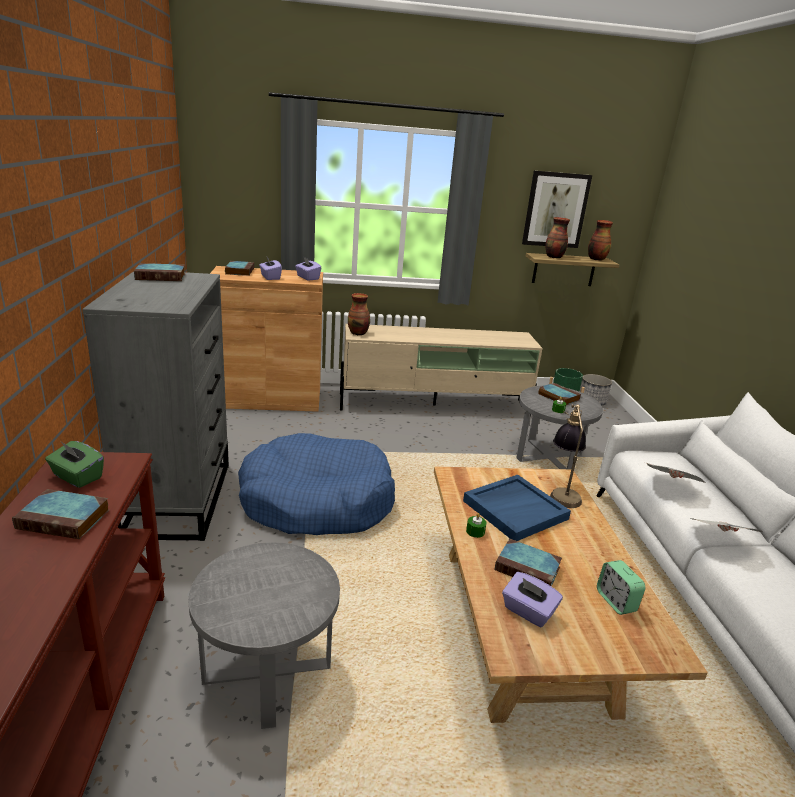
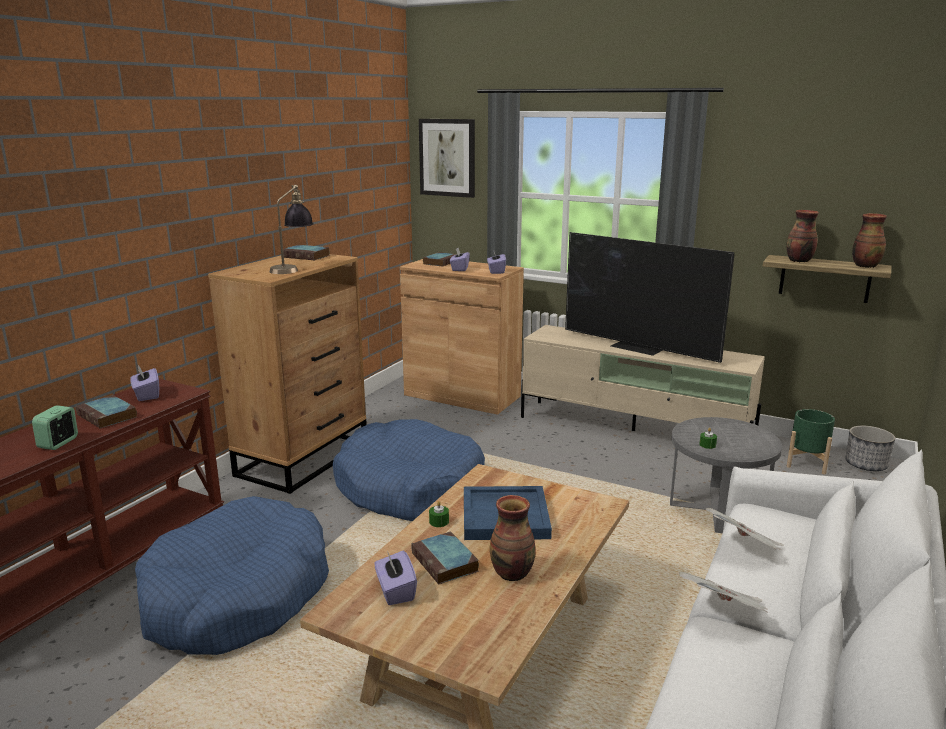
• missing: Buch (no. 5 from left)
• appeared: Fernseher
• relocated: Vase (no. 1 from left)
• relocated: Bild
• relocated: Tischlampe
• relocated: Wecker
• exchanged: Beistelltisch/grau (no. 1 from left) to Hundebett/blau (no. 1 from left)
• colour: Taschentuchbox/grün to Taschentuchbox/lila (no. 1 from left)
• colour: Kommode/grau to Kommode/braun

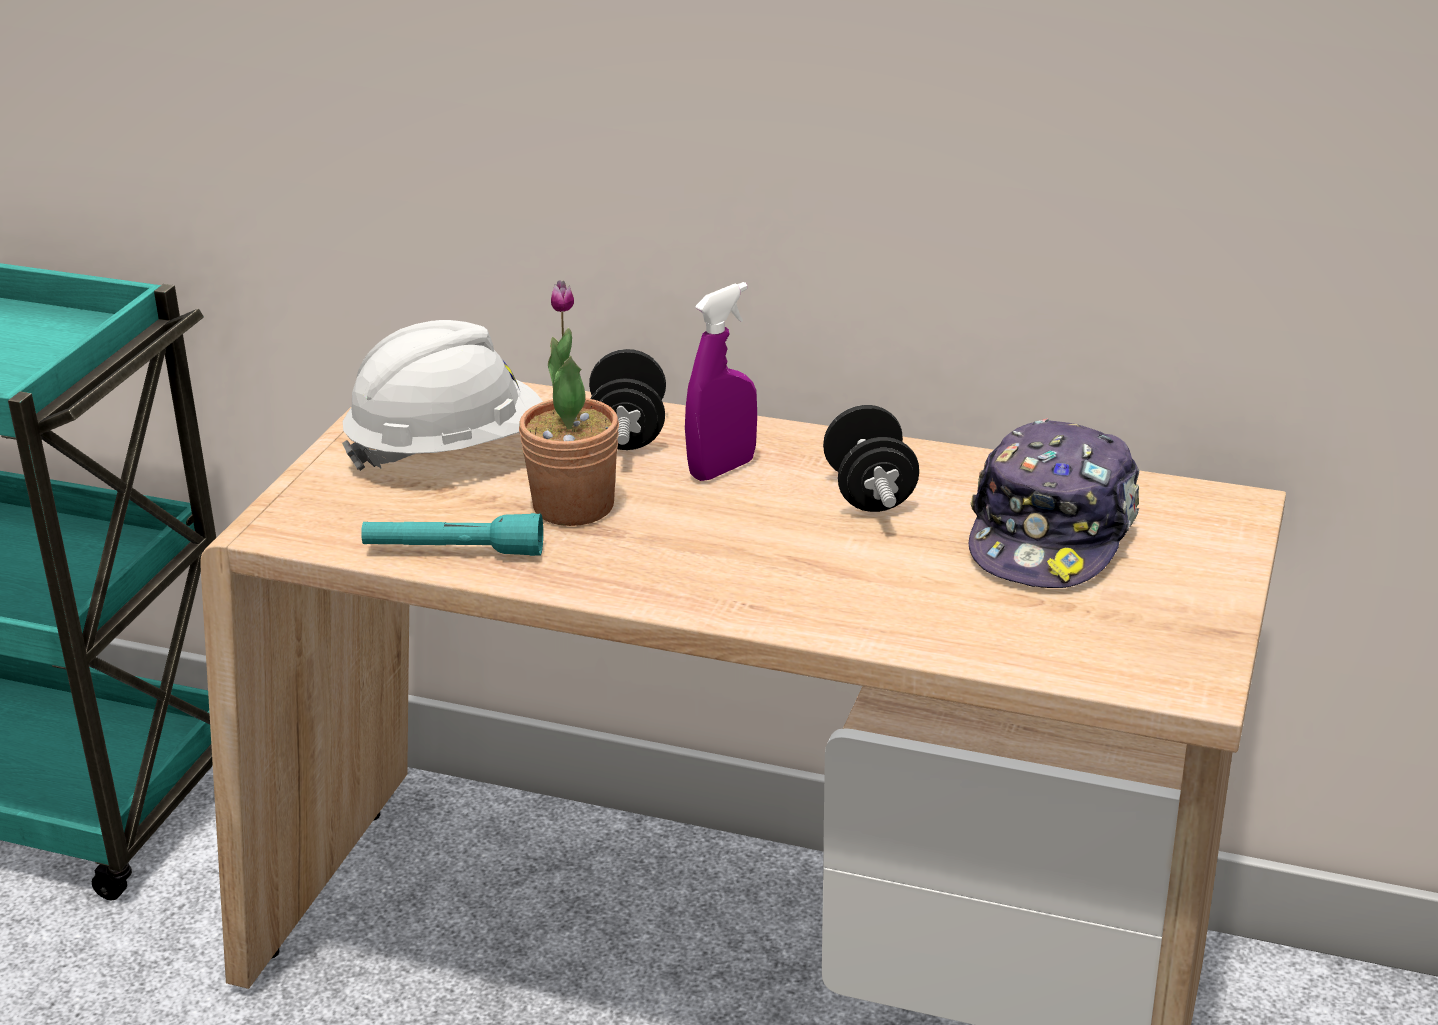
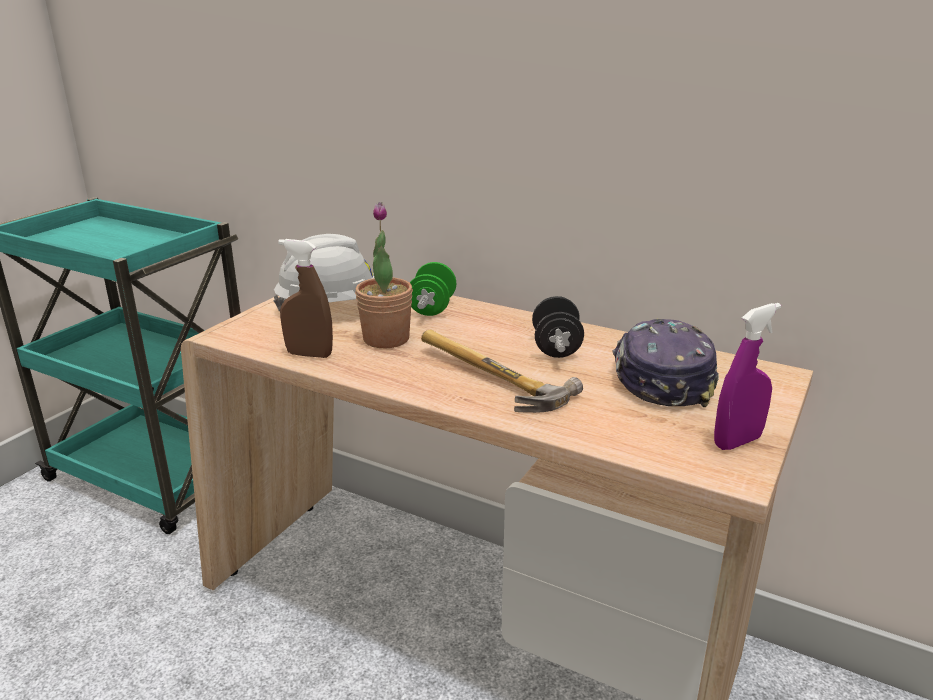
• appeared: Hammer
• relocated: Sprühflasche/lila
• exchanged: Taschenlampe/türkis to Sprühflasche/braun
• colour: Hantel/schwarz (no. 1 from left) to Hantel/grün
• spun: Kappe 150 degrees clockwise

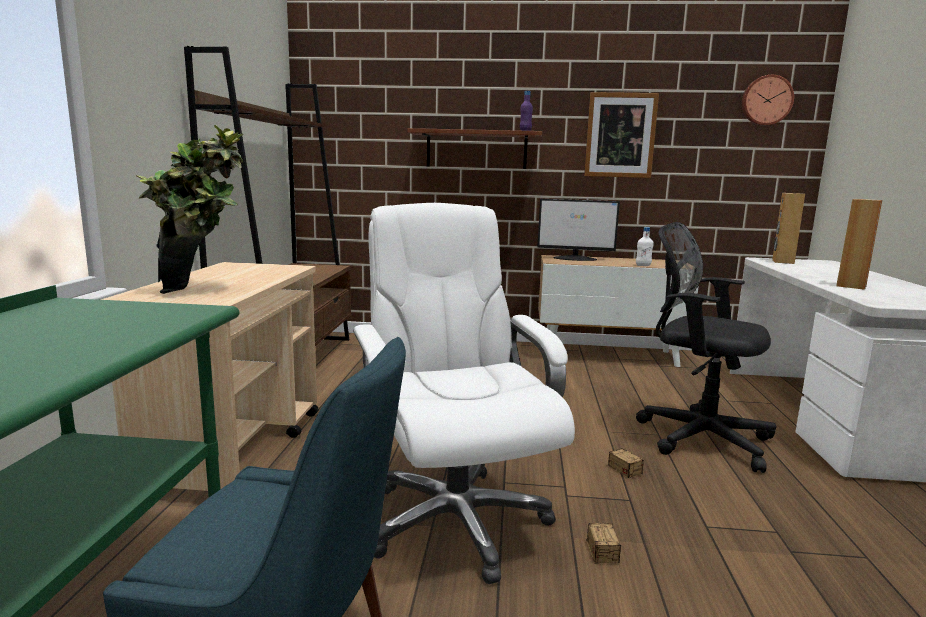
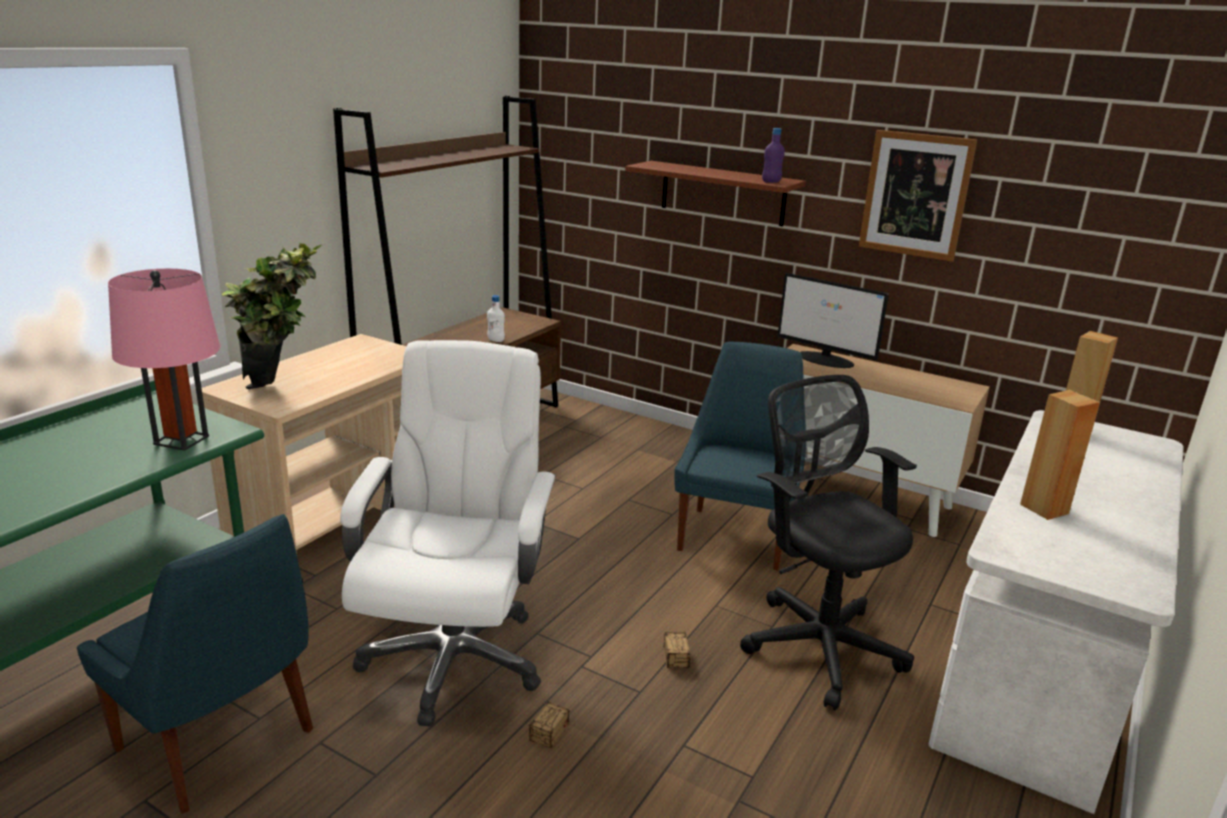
• missing: Wanduhr
• appeared: Tischlampe/rosa
• appeared: Stuhl/blau (no. 2 from left)
• relocated: Flasche/weiß

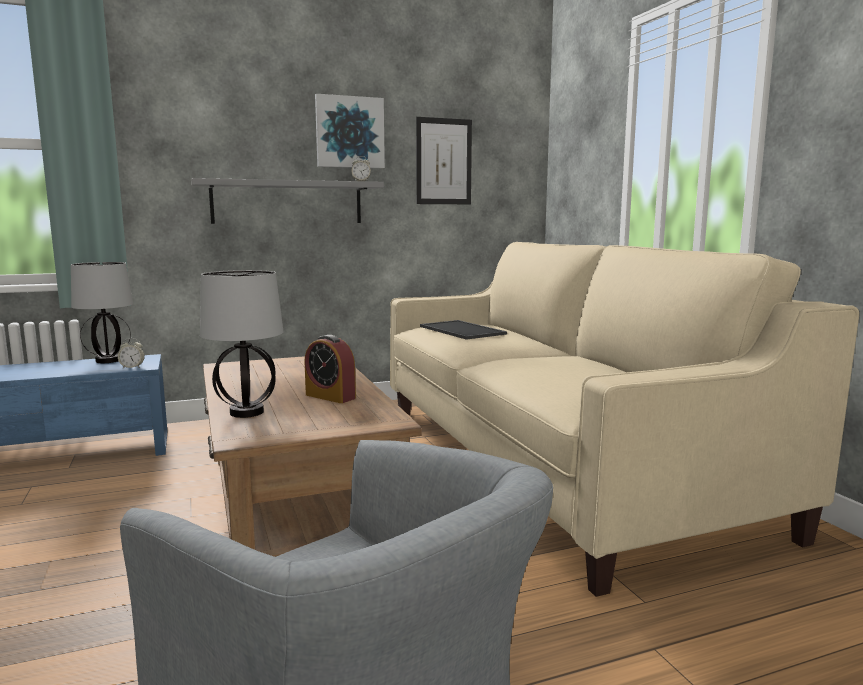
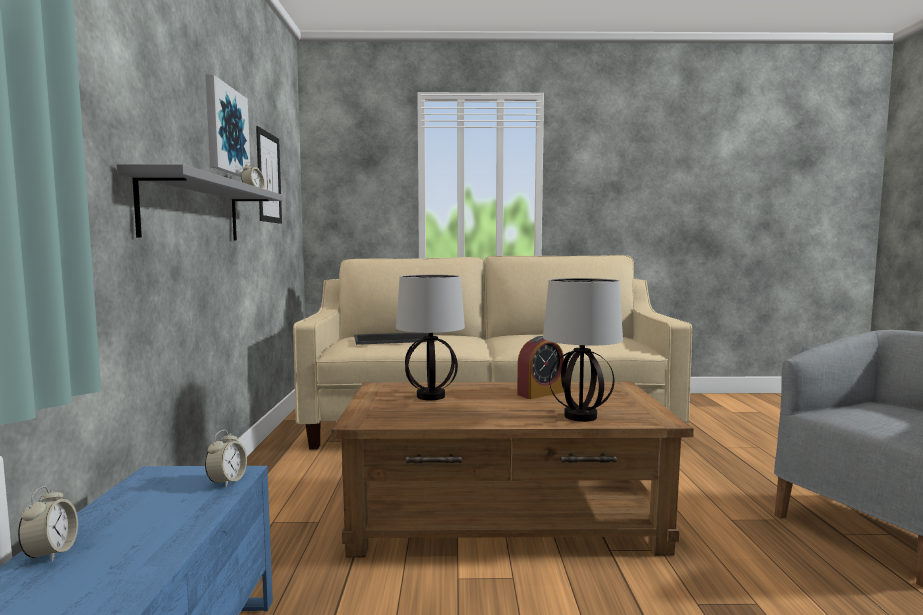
• appeared: Wecker (no. 1 from left)
• relocated: Tischlampe (no. 1 from left)

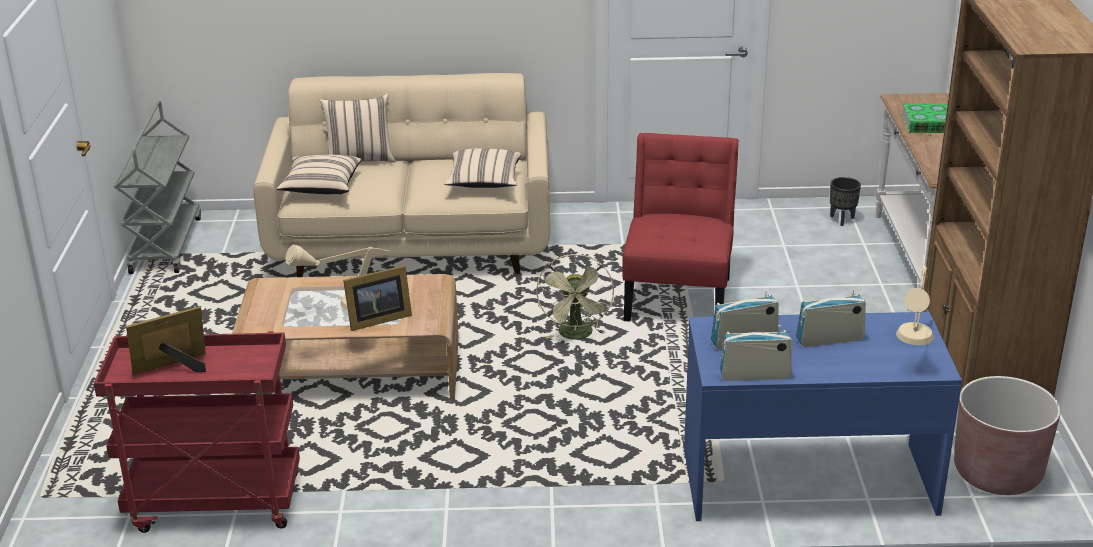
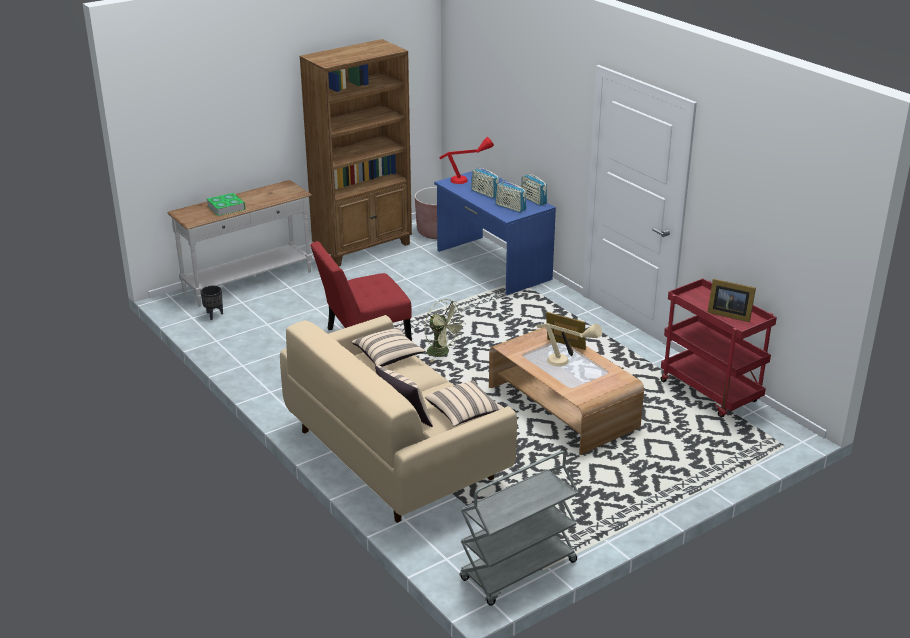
• colour: Tischlampe/beige (no. 2 from left) to Tischlampe/rot
• spun: Ventilator/grün 75 degrees clockwise

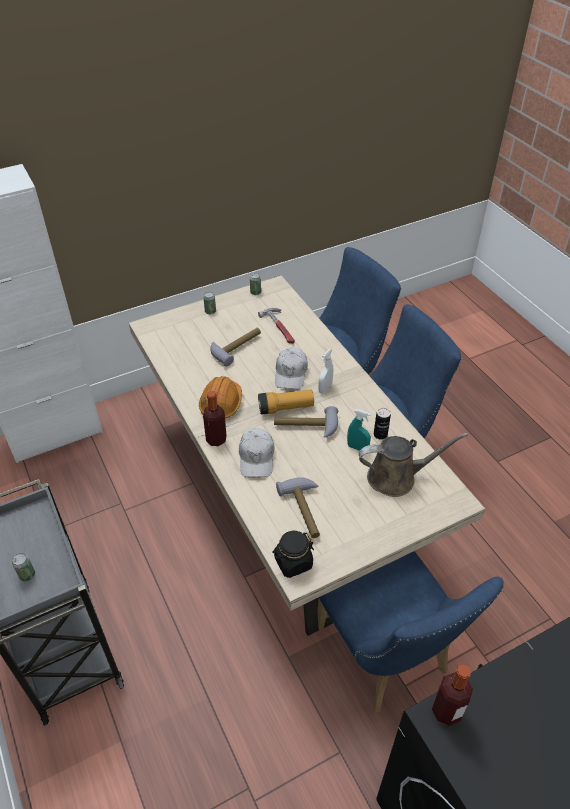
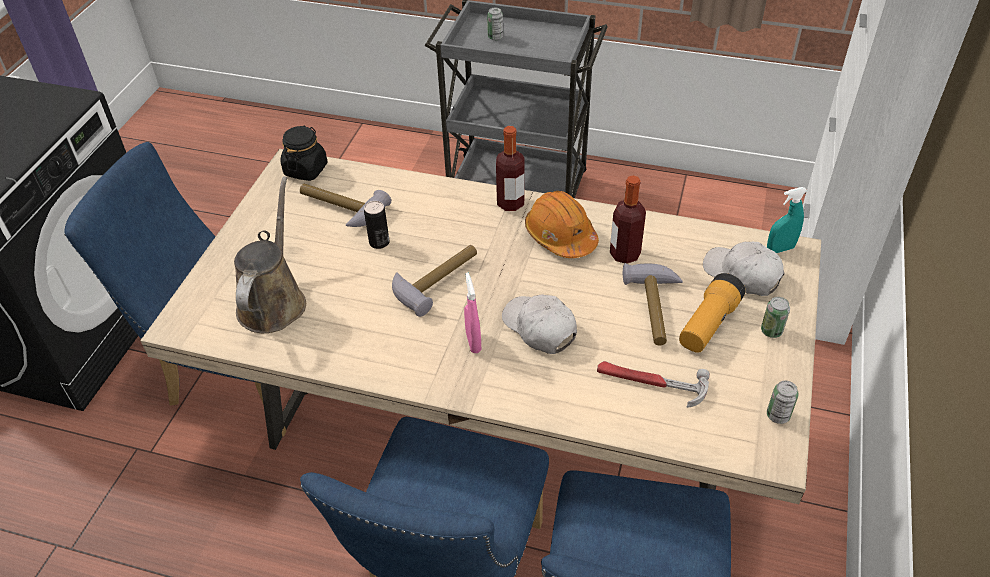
• relocated: Kappe/weiß (no. 1 from left in the first image) to Kappe/weiß (no. 2 from left)
• relocated: Taschenlampe
• relocated: Sprühflasche/türkis
• relocated: Dose (no. 4 from left in the first image) to Dose (no. 1 from left)
• relocated: Flasche (no. 2 from left)
• colour: Sprühflasche/weiß to Sprühflasche/rosa
• spun: Gießkanne/braun 150 degrees clockwise

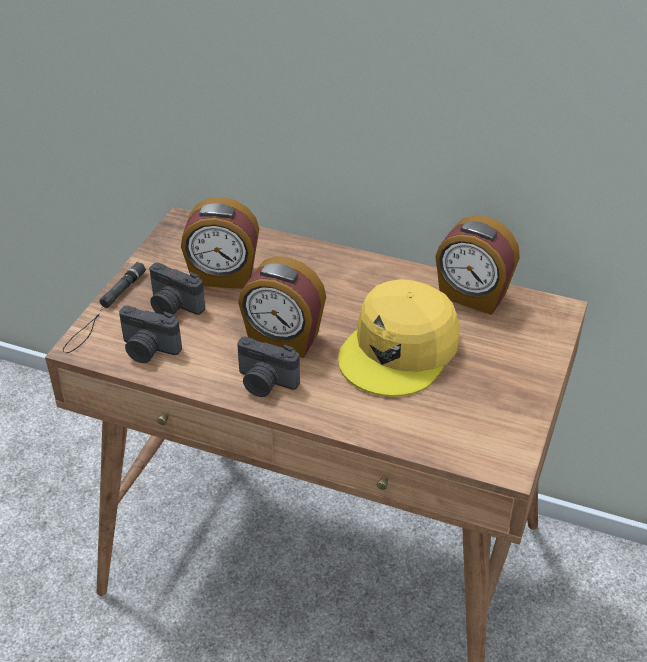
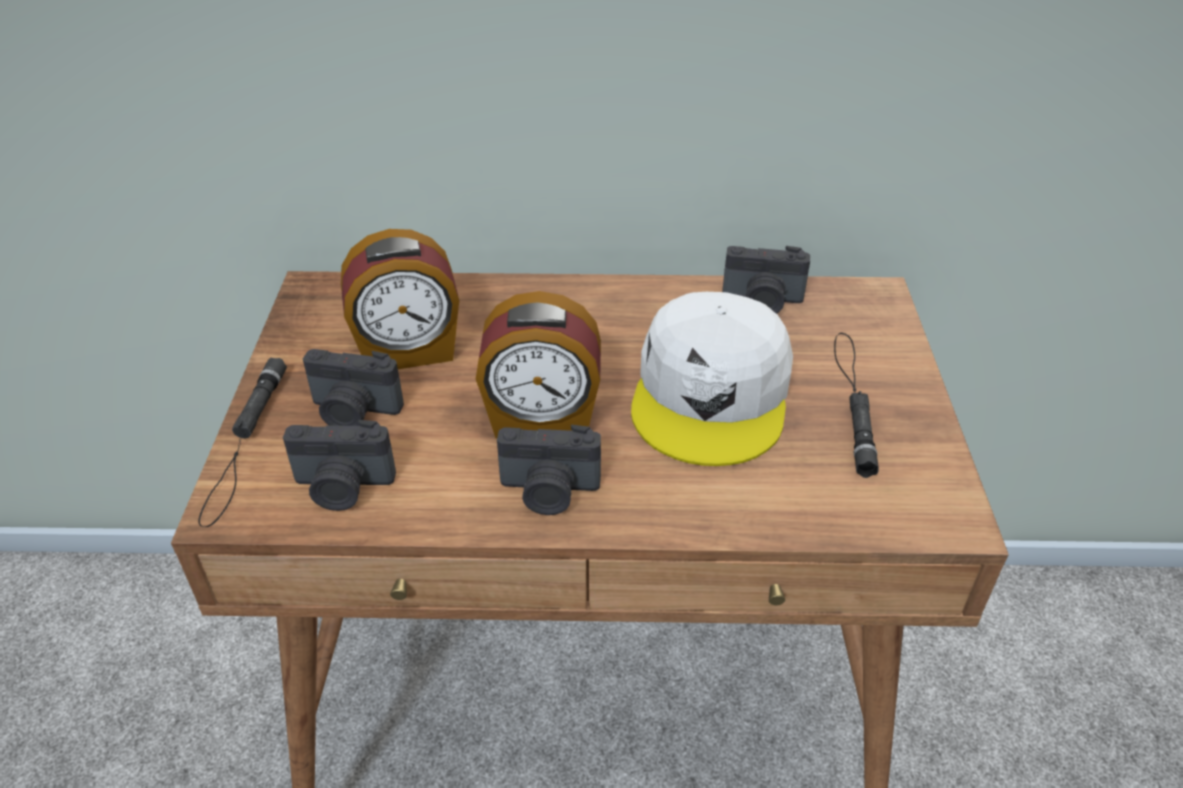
• appeared: Taschenlampe/schwarz (no. 2 from left)
• exchanged: Wecker (no. 3 from left) to Kamera (no. 4 from left)
• colour: Kappe/gelb to Kappe/weiß

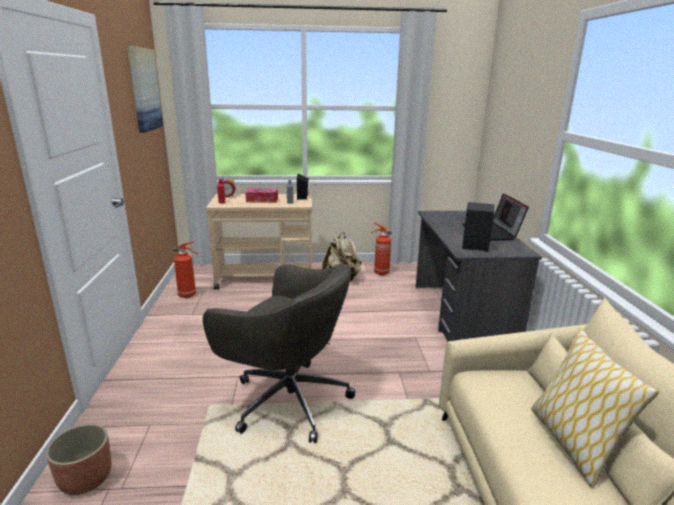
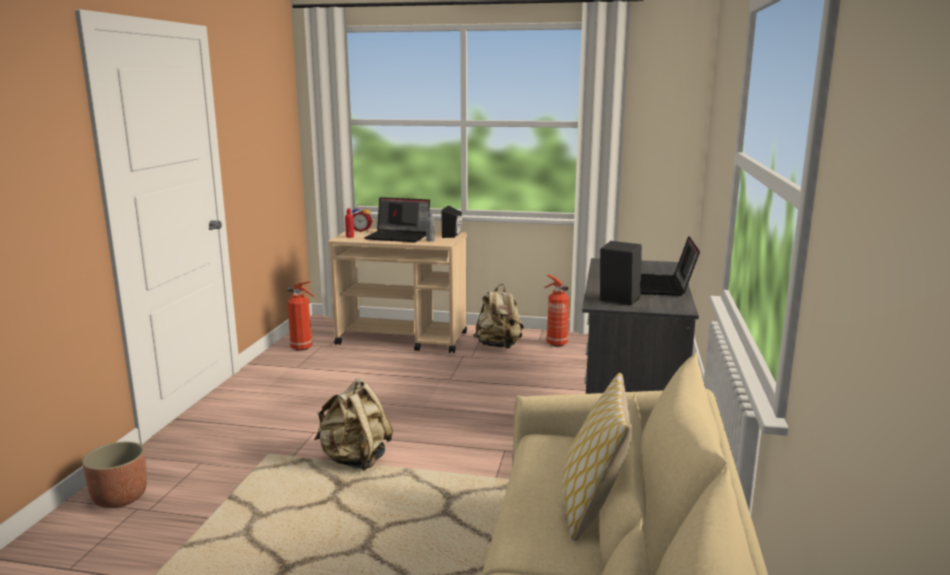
• missing: Bild
• exchanged: Bürostuhl/grau to Rucksack/beige (no. 1 from left)
• exchanged: Taschentuchbox to Laptop (no. 1 from left)

